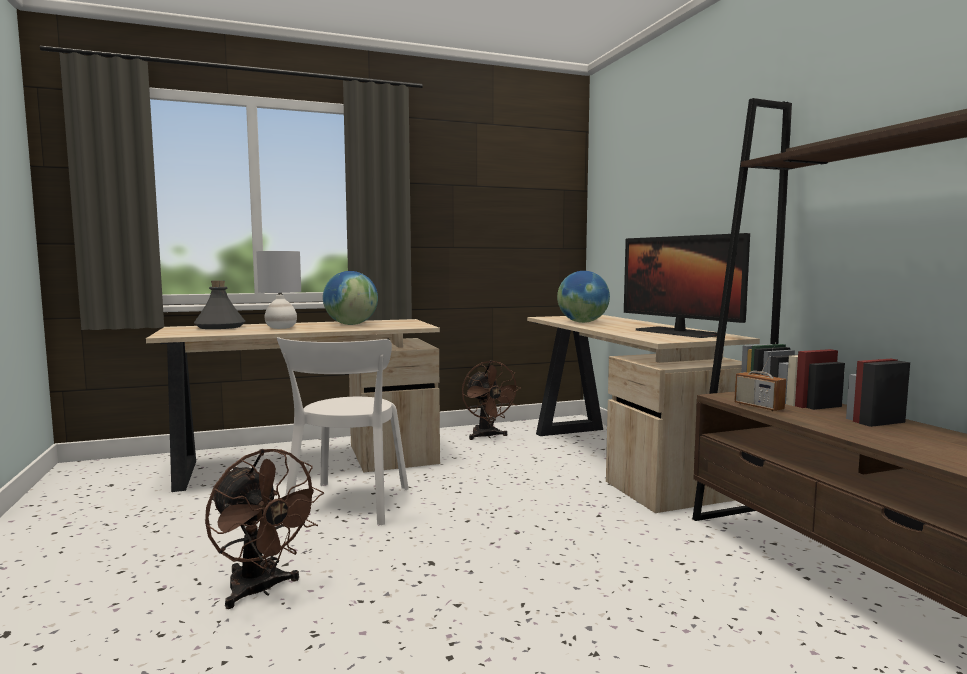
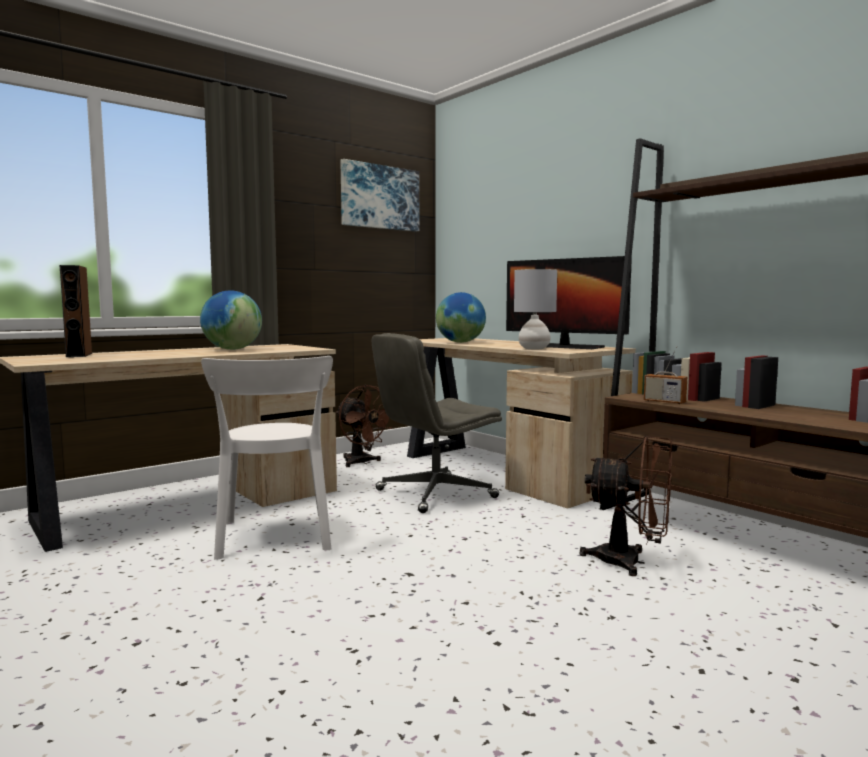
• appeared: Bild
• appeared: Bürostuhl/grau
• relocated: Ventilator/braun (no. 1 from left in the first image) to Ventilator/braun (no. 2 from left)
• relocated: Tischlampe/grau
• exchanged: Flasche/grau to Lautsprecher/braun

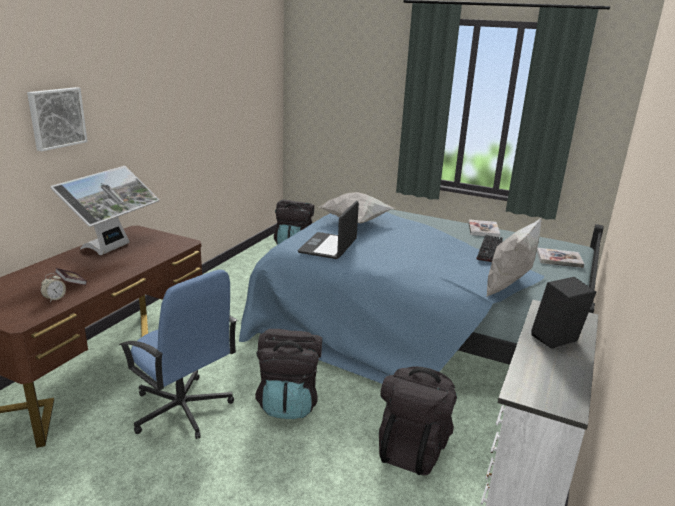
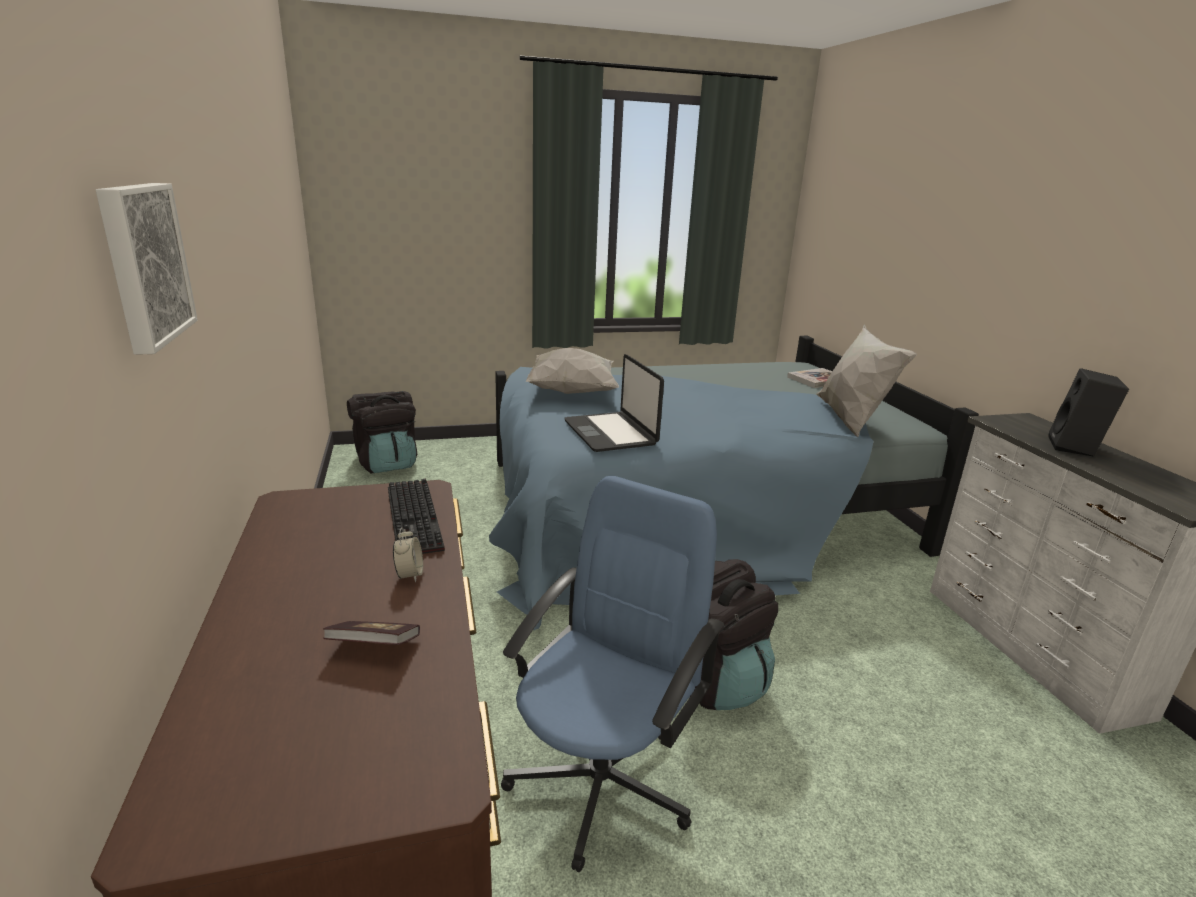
• missing: Monitor
• missing: Rucksack/schwarz (no. 3 from left)
• missing: Buch (no. 2 from left)
• relocated: Wecker
• relocated: Tastatur
• spun: Bürostuhl/blau 60 degrees counterclockwise

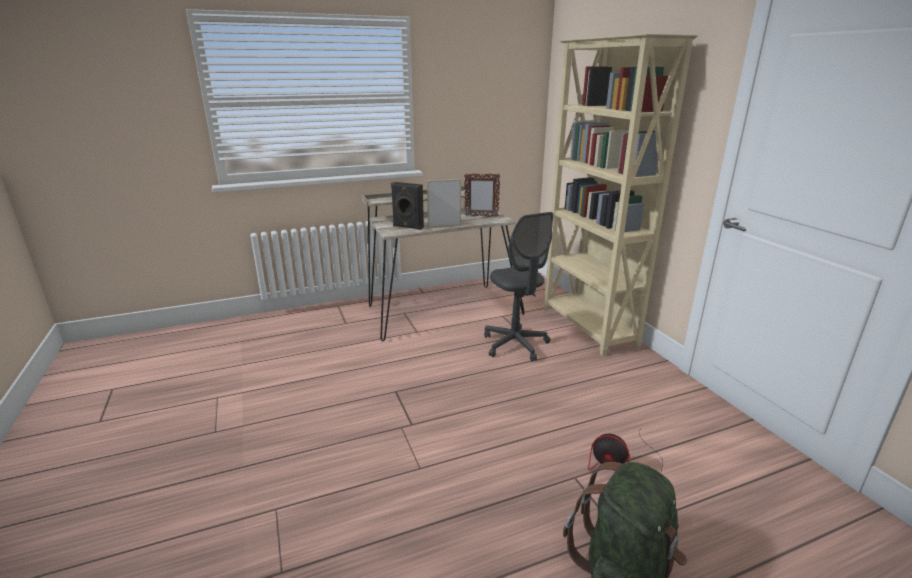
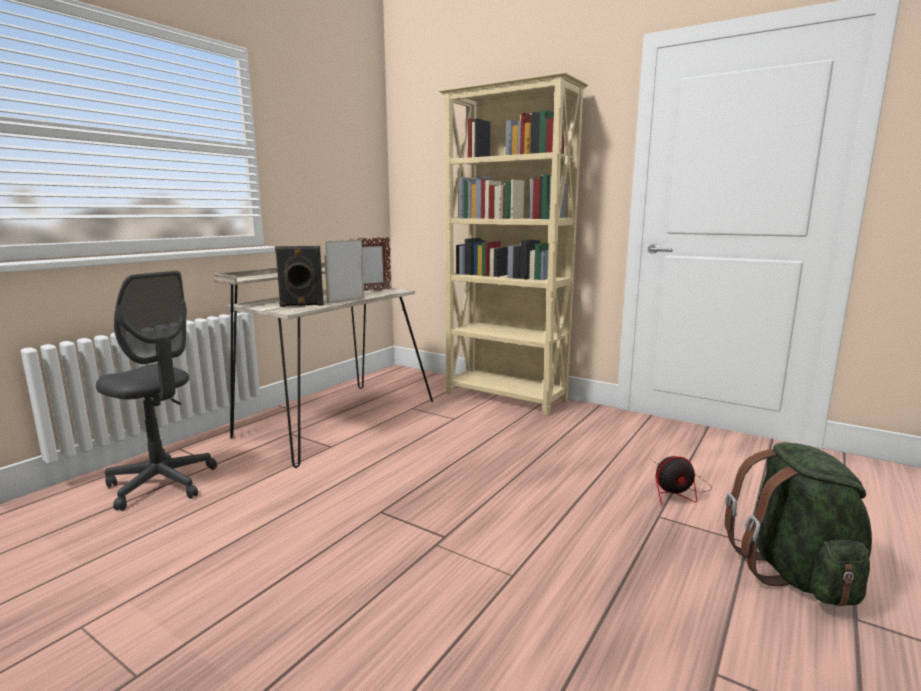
• relocated: Bürostuhl/grau

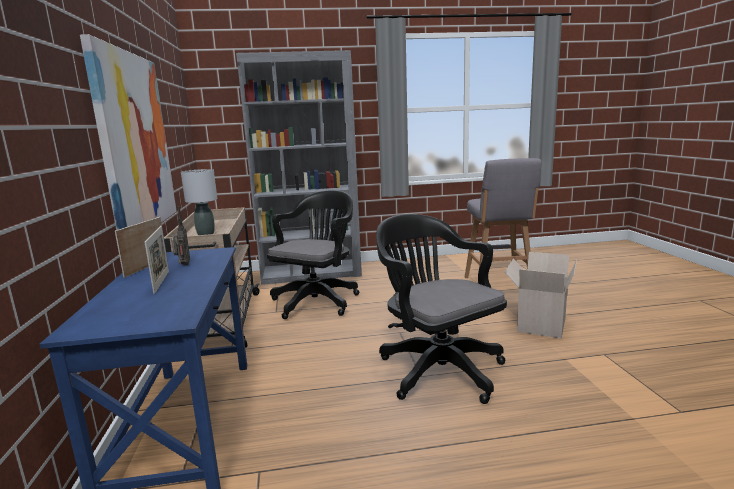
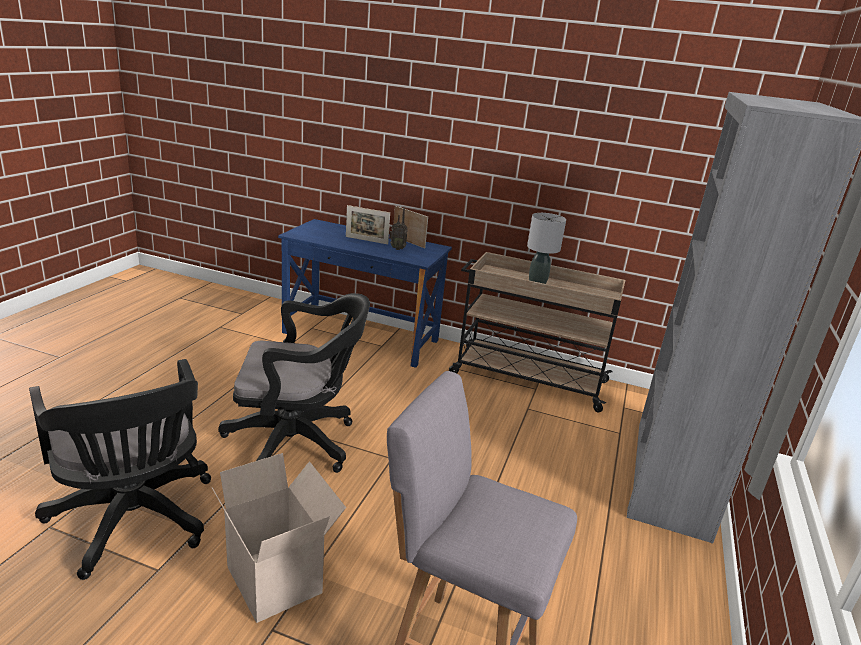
• missing: Bild
• relocated: Bürostuhl/schwarz (no. 1 from left)

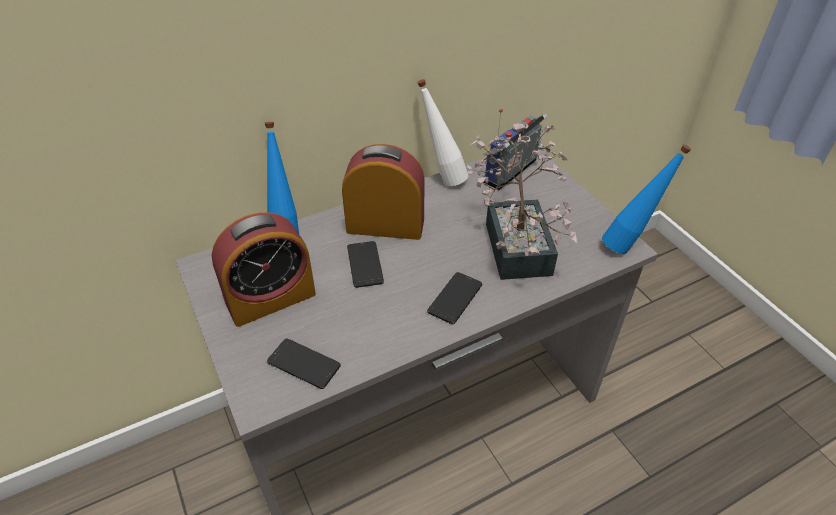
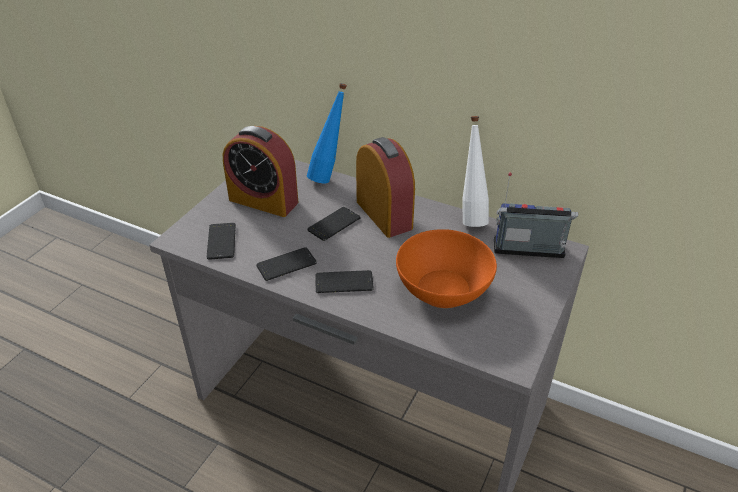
• missing: Flasche/blau (no. 2 from left)
• appeared: Handy (no. 2 from left)
• exchanged: Topfpflanze to Schüssel/orange

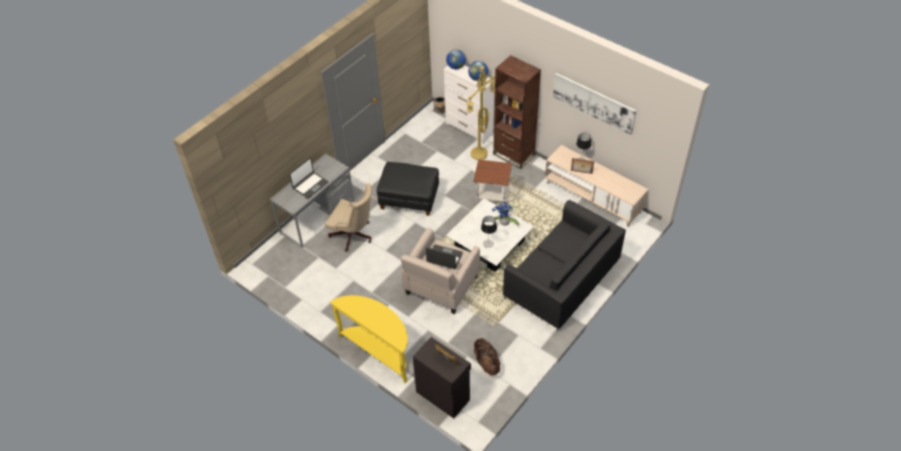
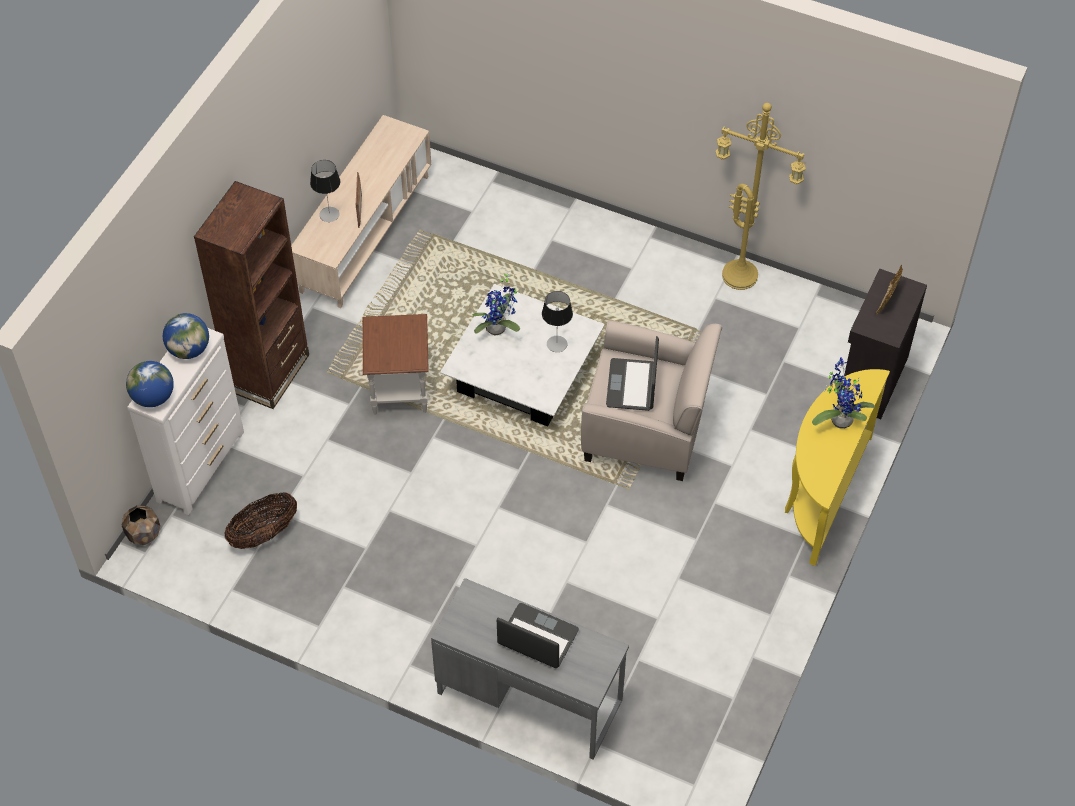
• missing: Bürostuhl/beige
• missing: Polsterhocker/schwarz
• missing: Sofa/schwarz
• missing: Bild
• appeared: Topfpflanze (no. 2 from left)
• relocated: Stehlampe/gelb
• relocated: Korb

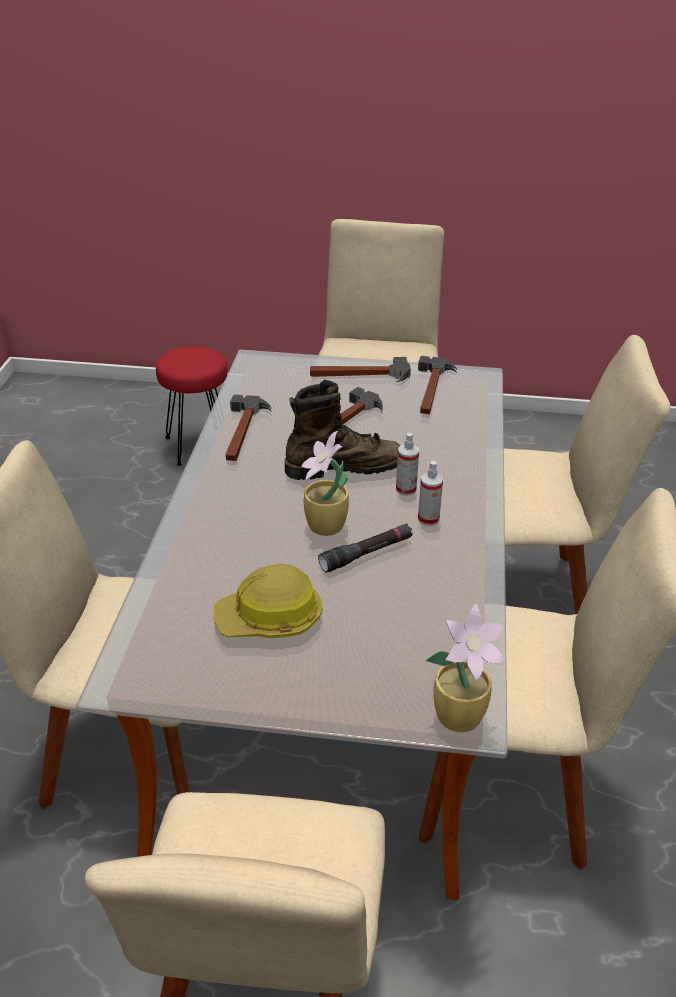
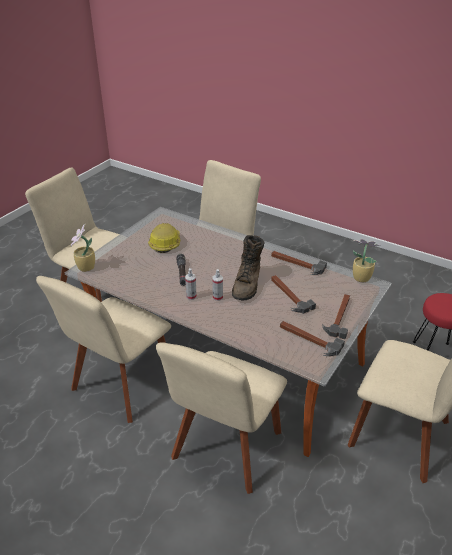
• relocated: Topfpflanze (no. 1 from left in the first image) to Topfpflanze (no. 2 from left)

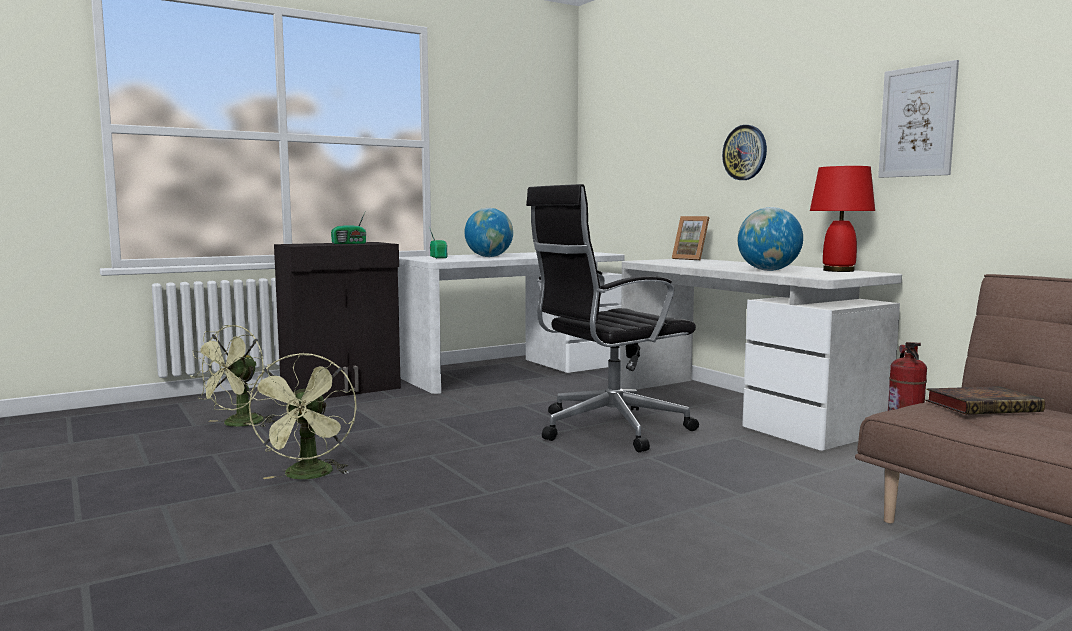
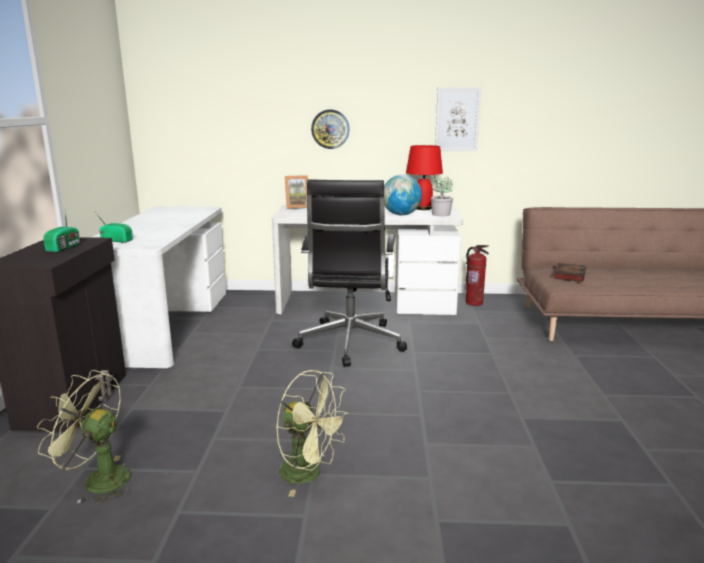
• missing: Globus (no. 1 from left)
• appeared: Topfpflanze
• spun: Ventilator/grün (no. 1 from left) 135 degrees clockwise

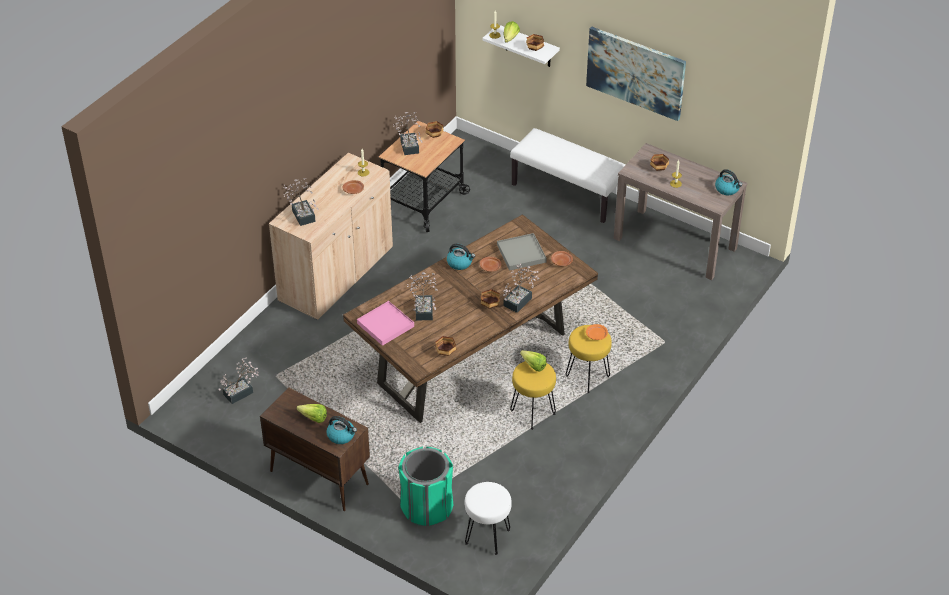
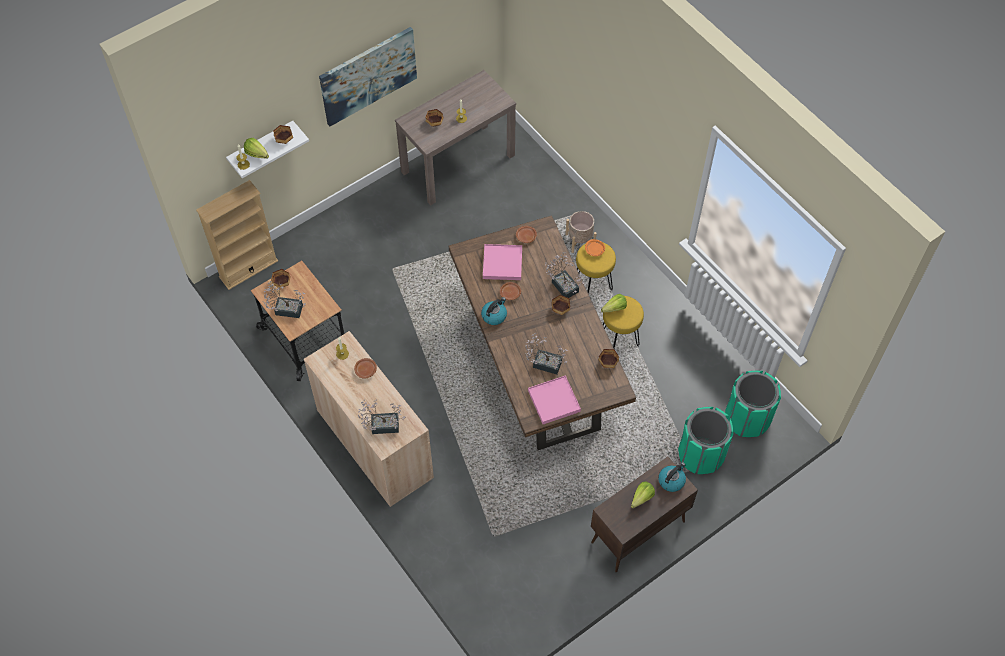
• missing: Topfpflanze (no. 1 from left)
• missing: Bank/weiß
• missing: Wasserkessel (no. 3 from left)
• appeared: Bücherregal/beige
• appeared: Pflanzkübel/beige
• exchanged: Hocker/weiß to Mülleimer/grün (no. 2 from left)
• colour: Tablett/grau to Tablett/rosa (no. 1 from left)

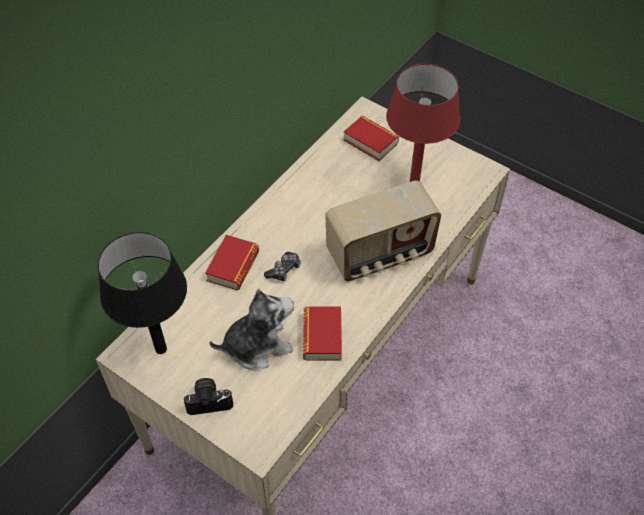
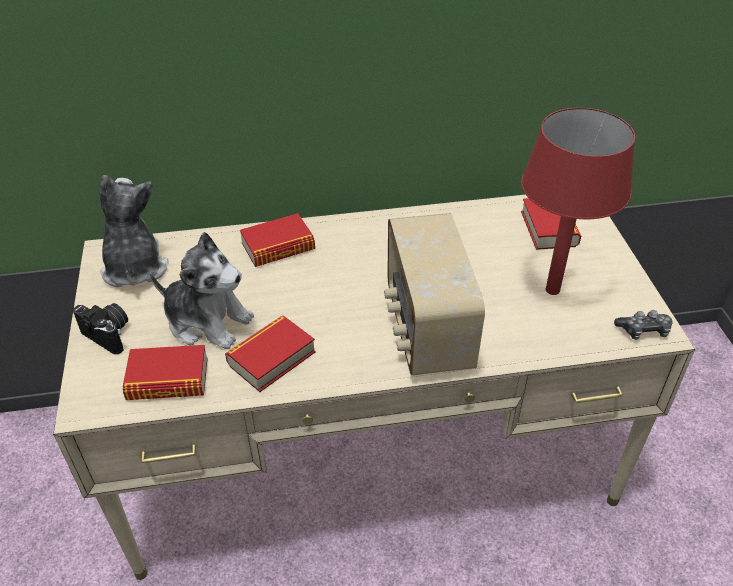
• appeared: Buch (no. 1 from left)
• relocated: Gamepad
• exchanged: Tischlampe/schwarz to Plüschtier (no. 1 from left)
• spun: Radio 60 degrees clockwise

